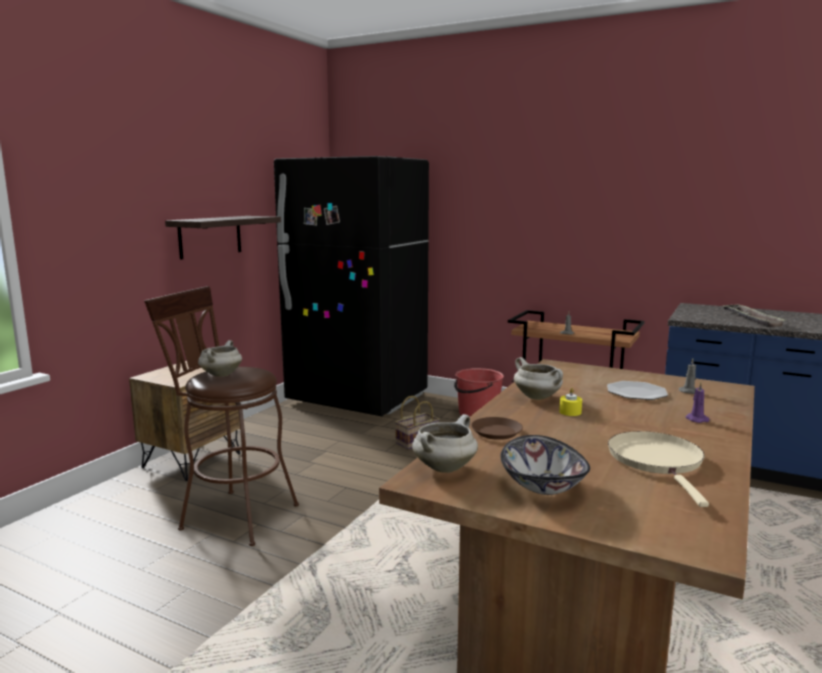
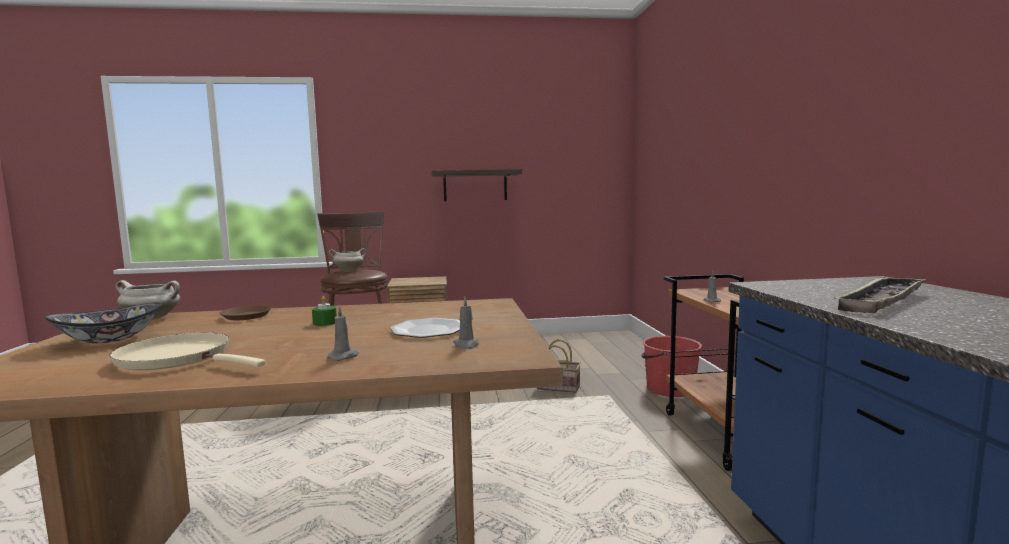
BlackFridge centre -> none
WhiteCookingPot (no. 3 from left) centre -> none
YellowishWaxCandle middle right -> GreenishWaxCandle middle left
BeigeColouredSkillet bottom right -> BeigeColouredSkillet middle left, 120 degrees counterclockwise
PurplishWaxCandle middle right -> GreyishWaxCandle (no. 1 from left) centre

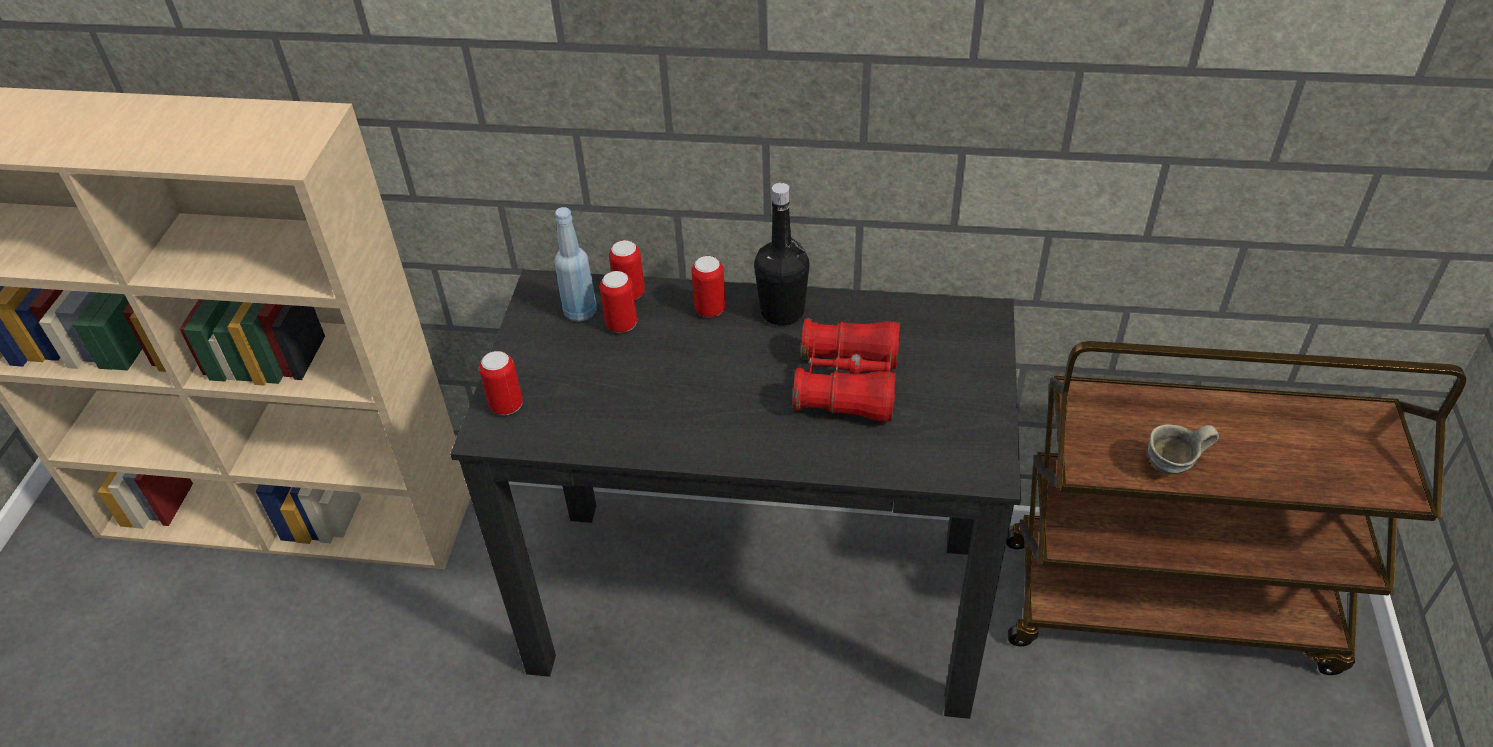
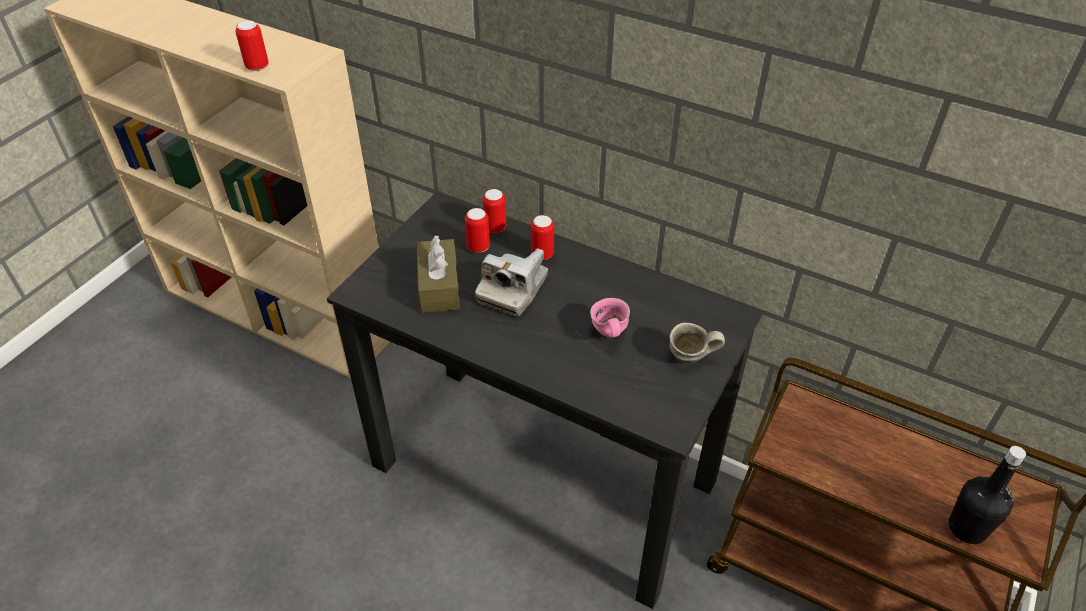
MetalCan (no. 1 from left) centre -> MetalCan (no. 1 from left) top left, relocated
BlueColouredBottle centre -> none
BlackBottle centre -> BlackBottle bottom right, relocated
ReddishBinoculars centre -> PinkColouredCoffeeMug centre
GreyishCoffeeMug middle right -> GreyishCoffeeMug centre, relocated
none -> BrownishBoxOfTissues centre
none -> StillCamera centre

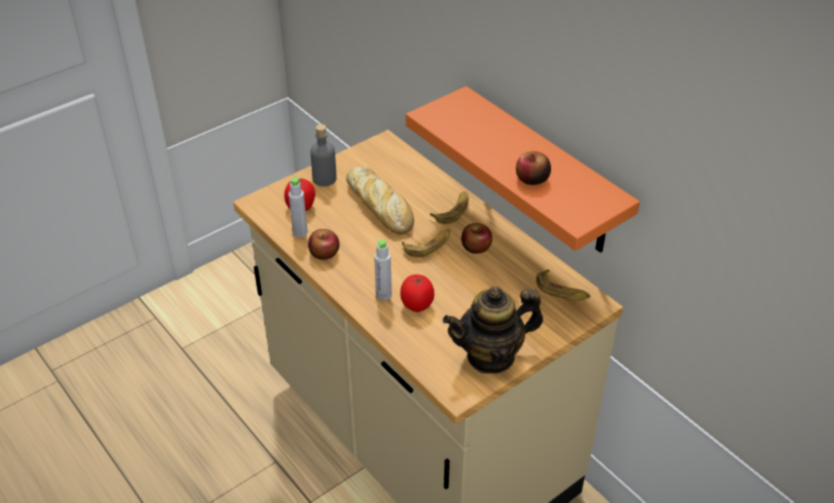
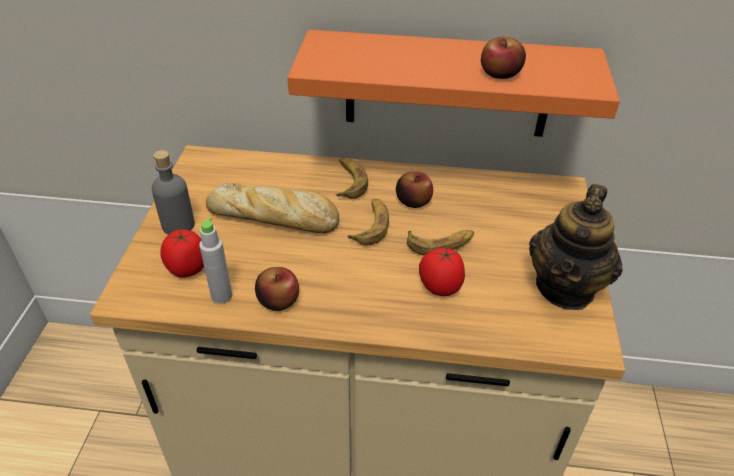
GreyishBottle (no. 3 from left) centre -> none
Banana (no. 3 from left) middle right -> Banana (no. 3 from left) centre, relocated

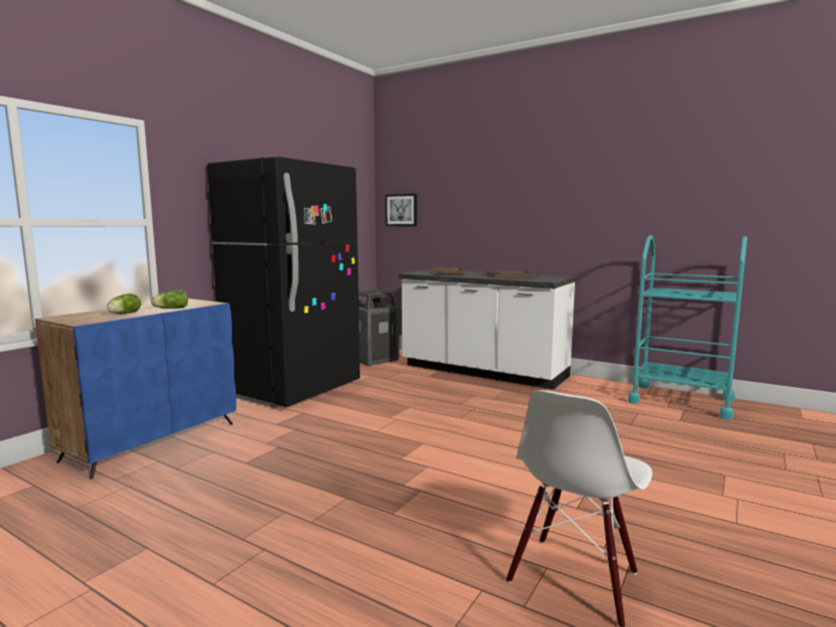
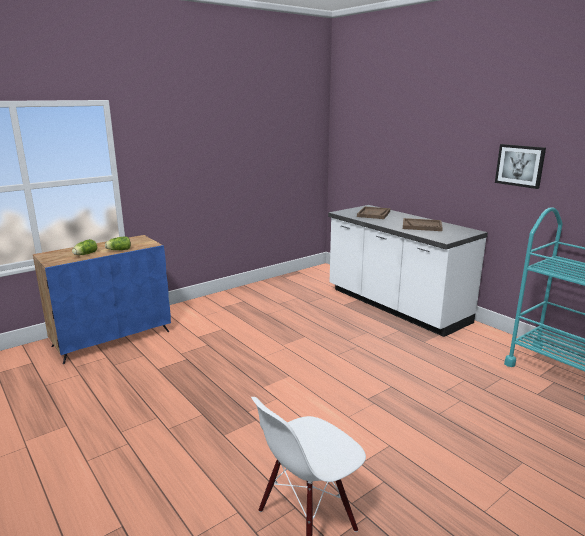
BlackFridge centre -> none
WasteBin centre -> none
Picture centre -> Picture top right, relocated

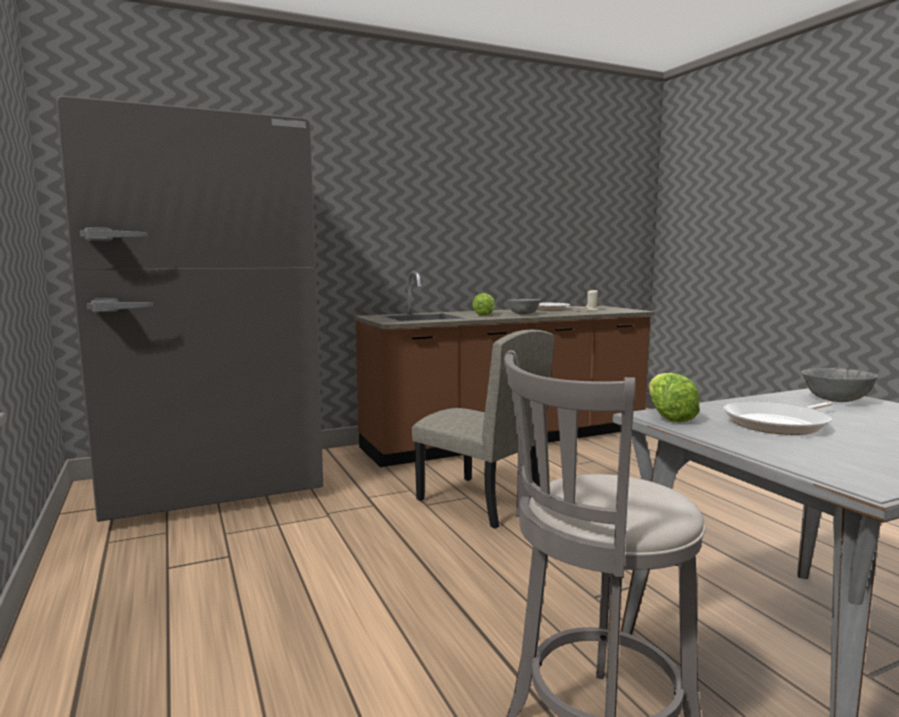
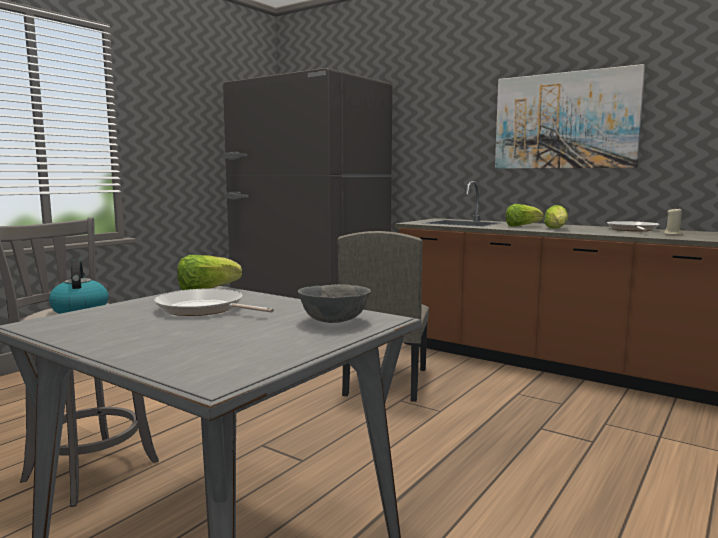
GreyishServingBowl (no. 1 from left) centre -> HeadOfLettuce (no. 3 from left) middle right
none -> Kettle middle left
none -> Picture top right

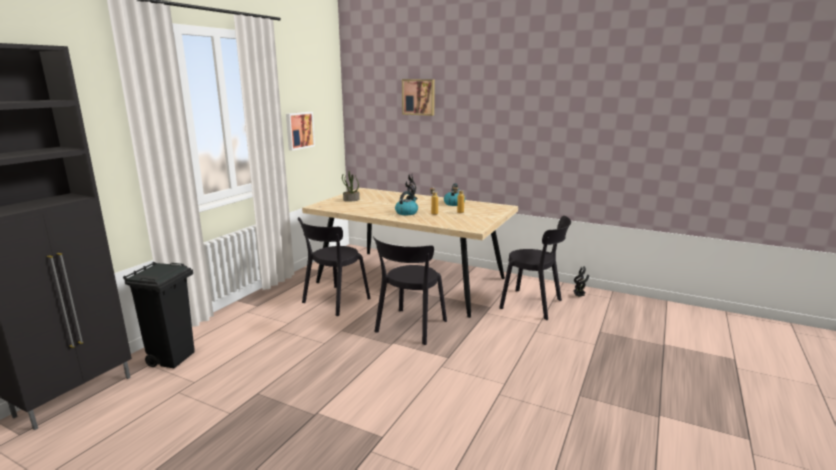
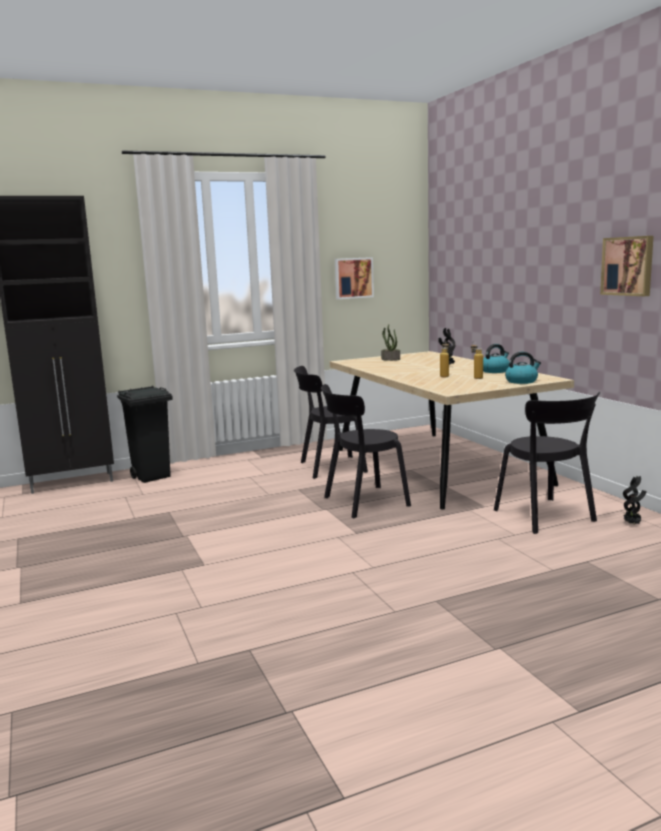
Kettle (no. 1 from left in the first image) centre -> Kettle (no. 2 from left) middle right, relocated
Picture (no. 2 from left) top centre -> Picture (no. 2 from left) top right, relocated

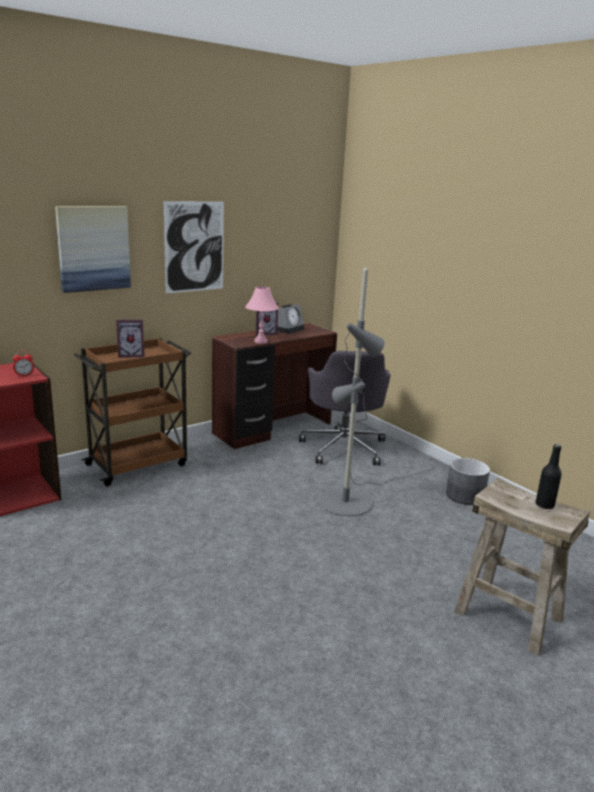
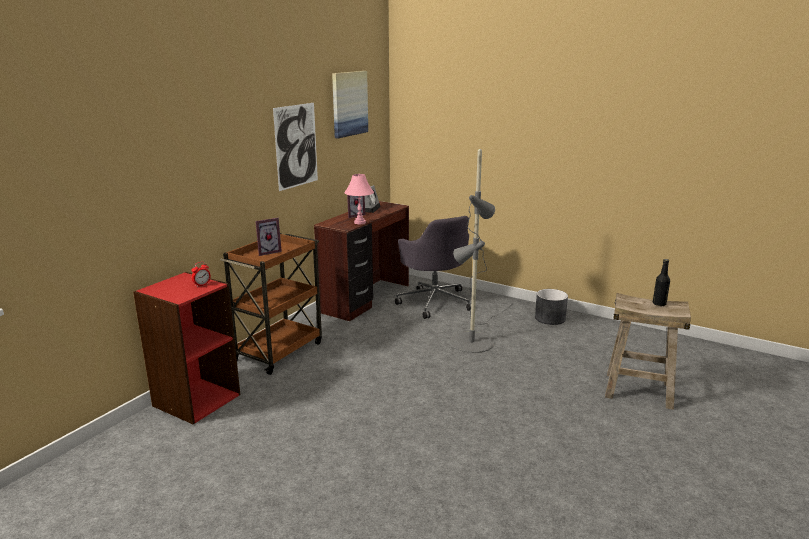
Picture (no. 1 from left in the first image) top left -> Picture (no. 2 from left) top centre, relocated

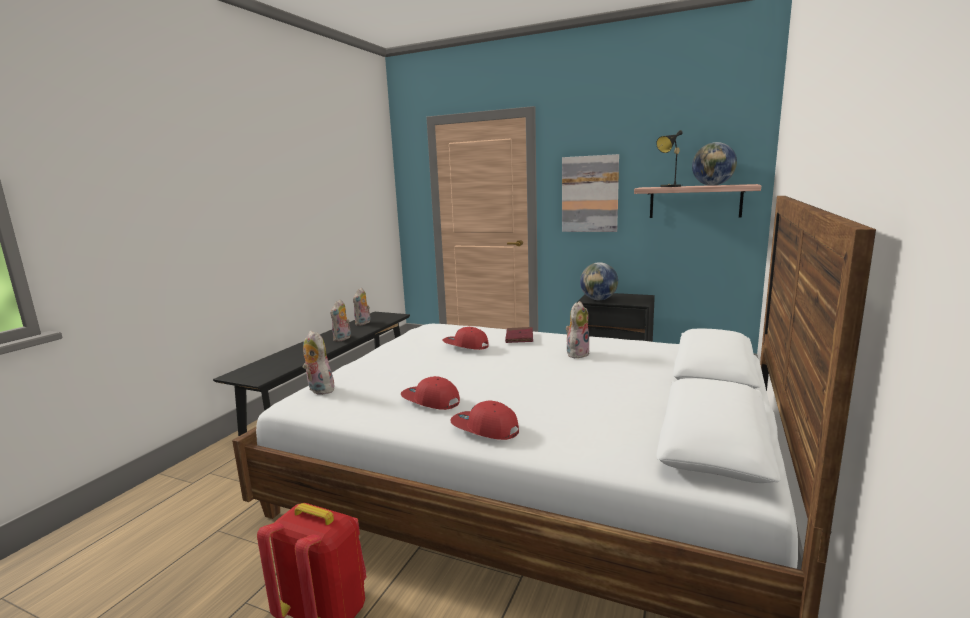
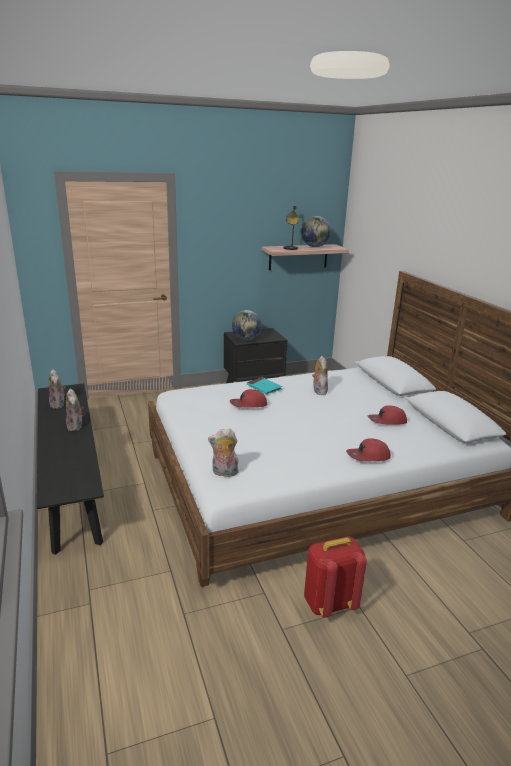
ReddishCap (no. 1 from left in the first image) centre -> ReddishCap (no. 3 from left) middle right, relocated
ReddishBook centre -> TurquoiseBook centre
Picture top centre -> none

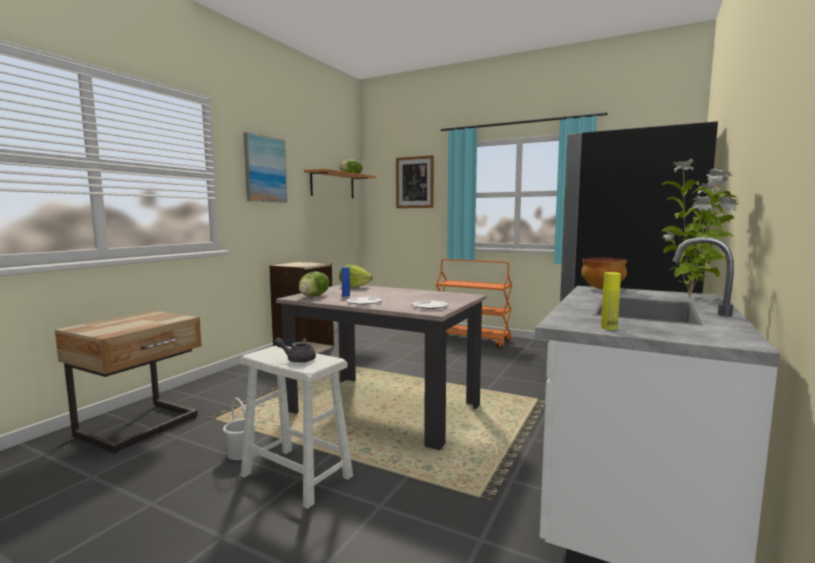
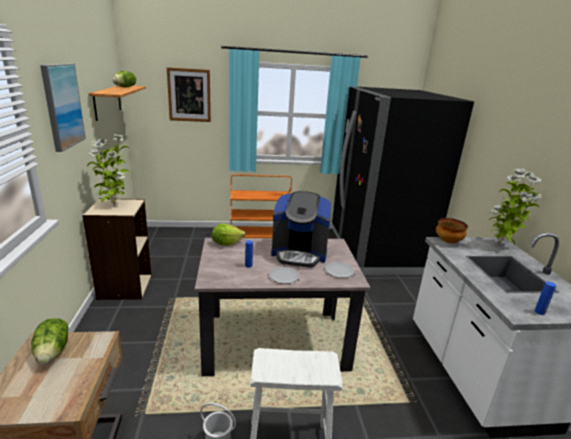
GreyishTeaPot centre -> none
HeadOfLettuce (no. 1 from left) centre -> HeadOfLettuce (no. 1 from left) bottom left, relocated
YellowishBottle middle right -> BlueColouredBottle (no. 2 from left) bottom right
none -> PottedPlant (no. 1 from left) middle left
none -> CoffeeMachine centre

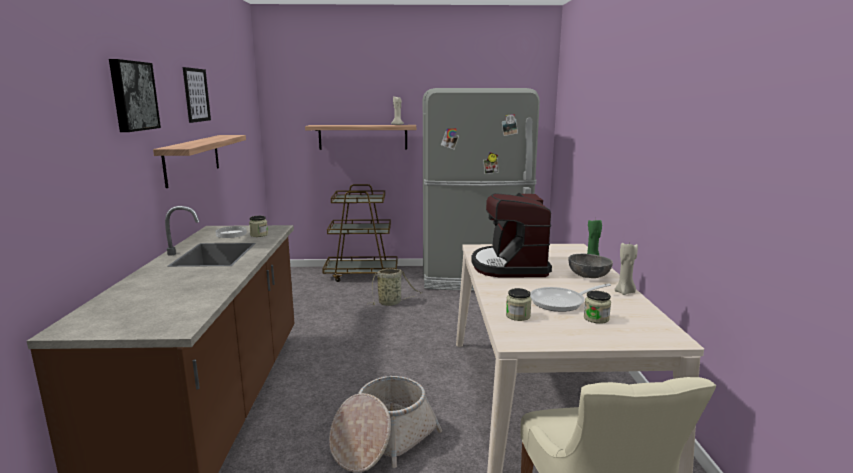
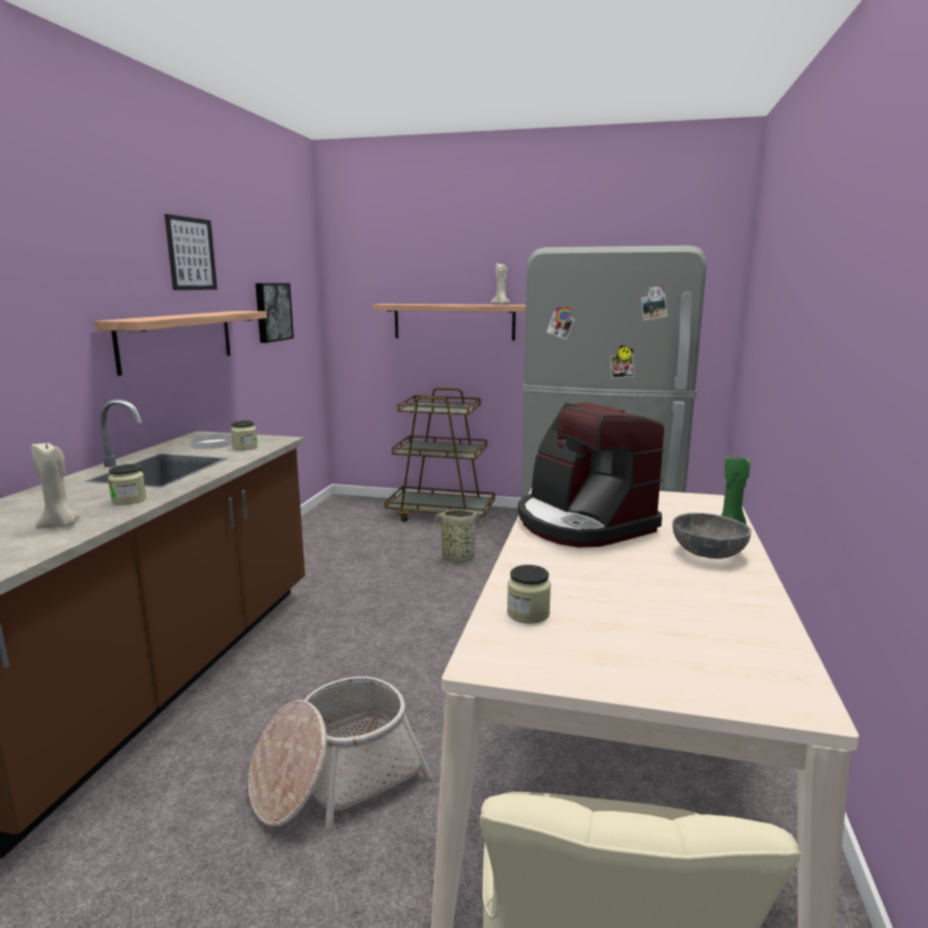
Picture (no. 1 from left in the first image) top left -> Picture (no. 2 from left) middle left, relocated
CoffeeMachine centre, 45 degrees counterclockwise
Skillet middle right -> none
StorageJar (no. 3 from left in the first image) middle right -> StorageJar (no. 1 from left) middle left, relocated
BeigeColouredWaxCandle (no. 2 from left in the first image) middle right -> BeigeColouredWaxCandle (no. 1 from left) middle left, relocated

